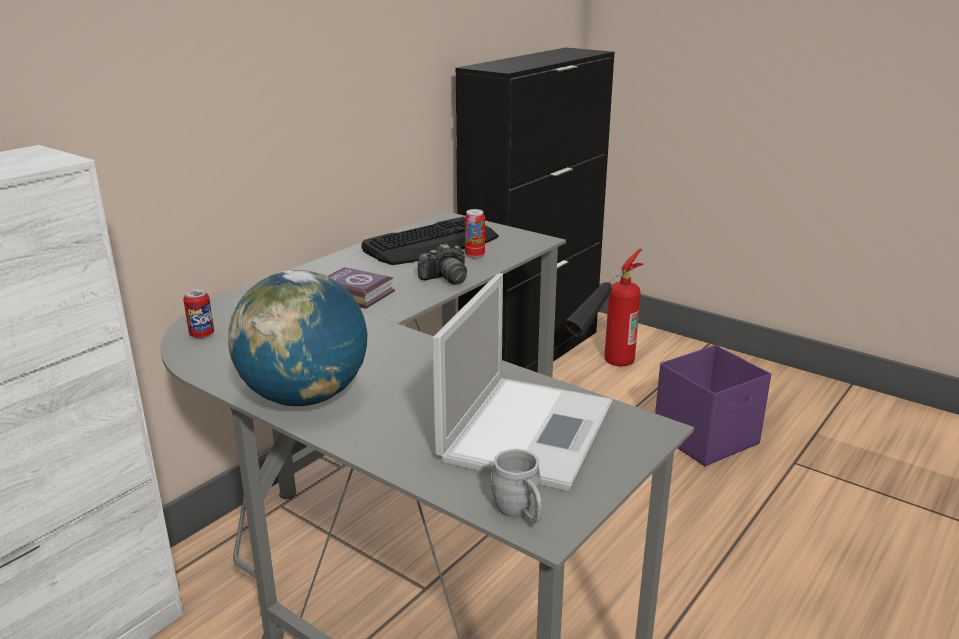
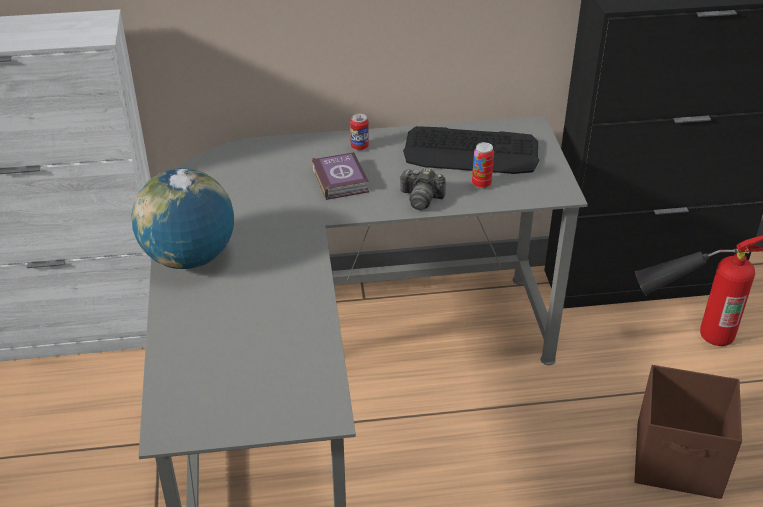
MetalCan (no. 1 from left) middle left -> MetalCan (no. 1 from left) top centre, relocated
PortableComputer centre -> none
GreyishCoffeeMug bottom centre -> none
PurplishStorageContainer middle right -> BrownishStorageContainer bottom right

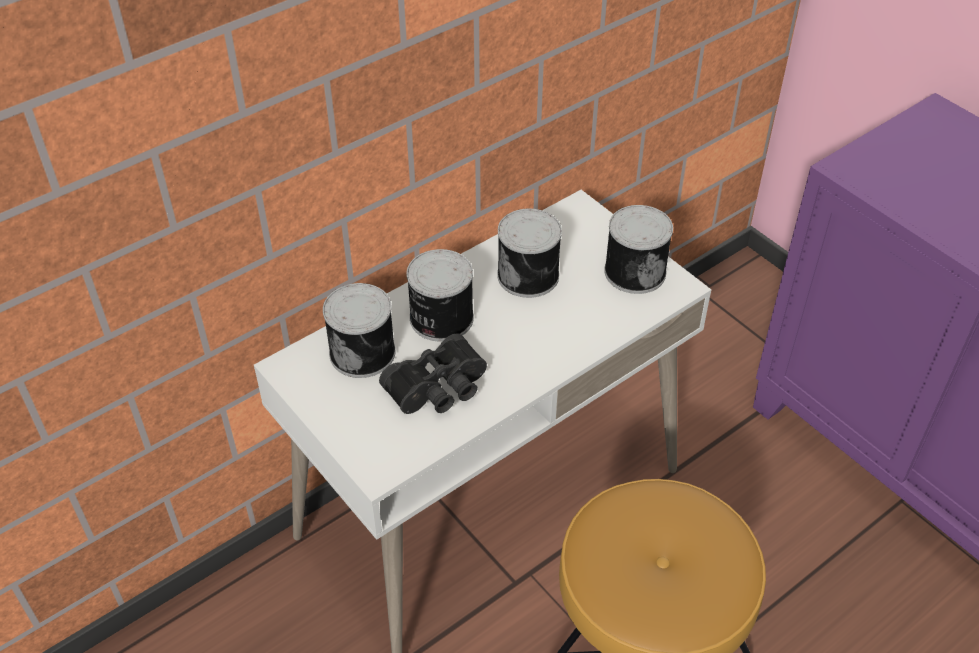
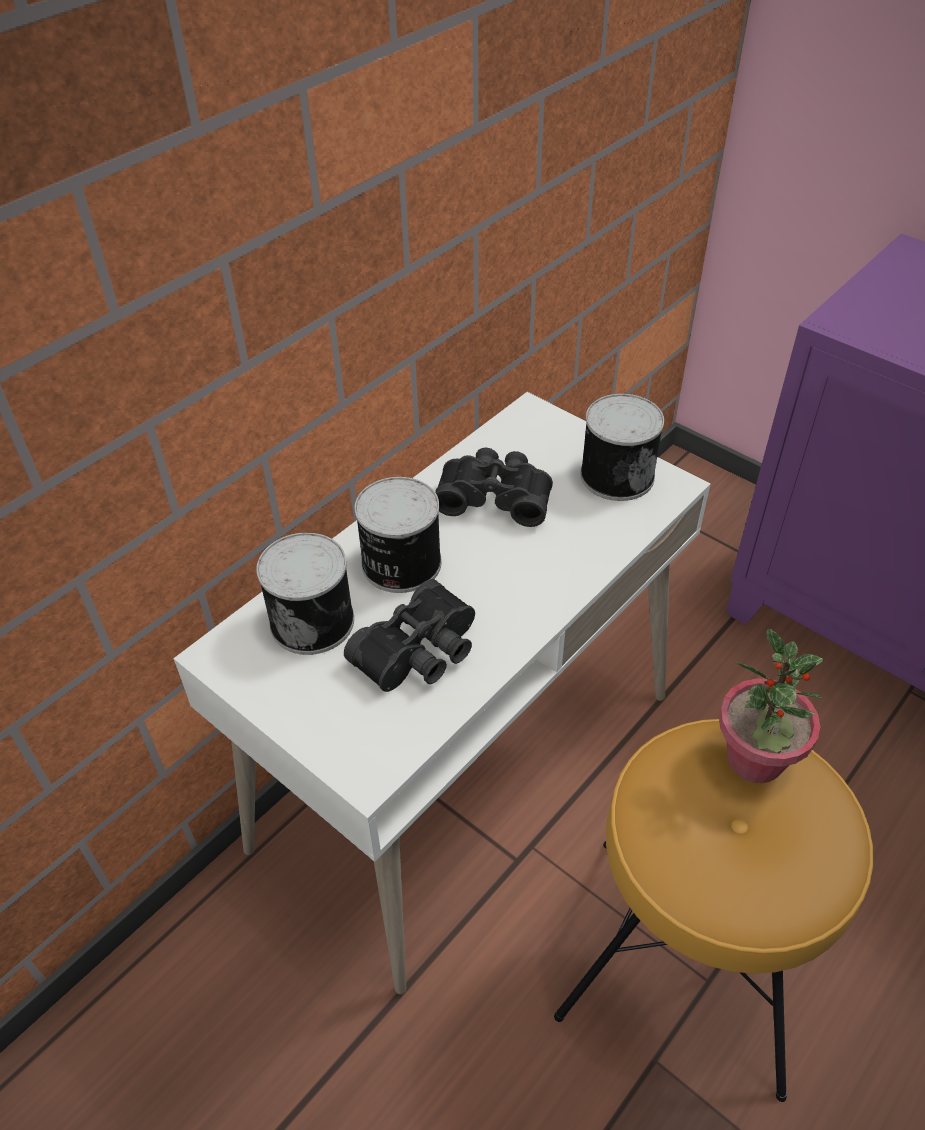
MetalCan (no. 3 from left) centre -> BlackBinoculars (no. 2 from left) centre
none -> PottedPlant middle right

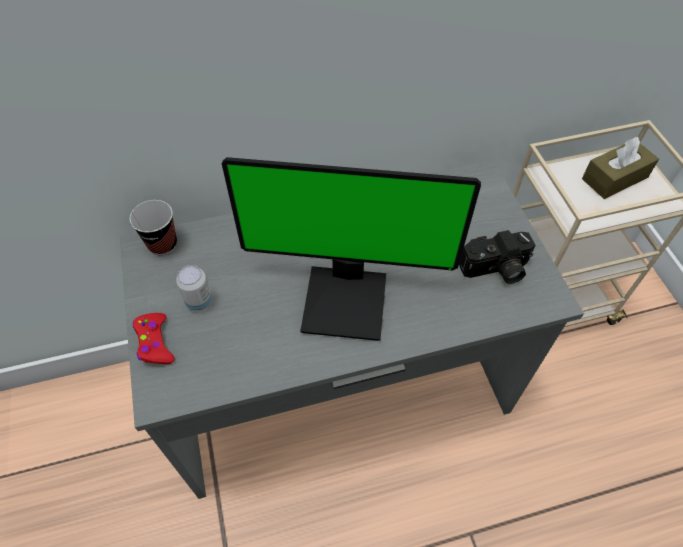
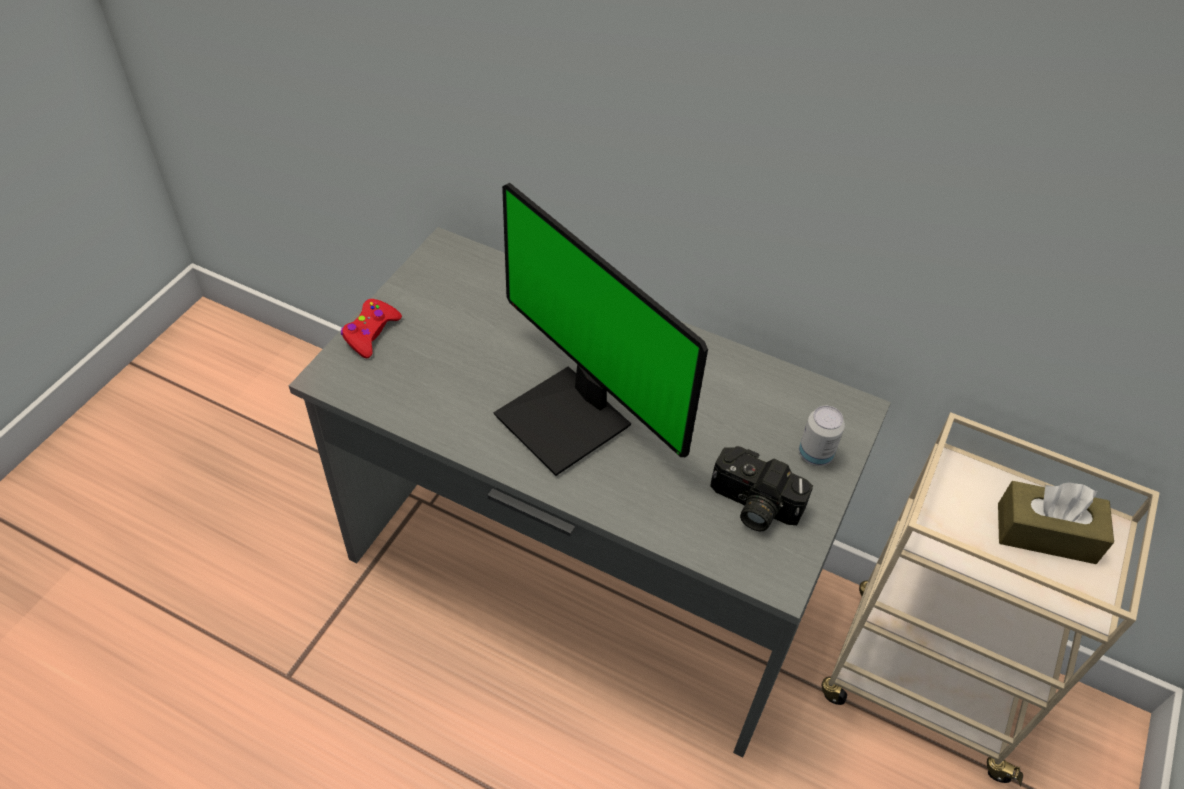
Cup middle left -> none
MetalCan middle left -> MetalCan middle right, relocated

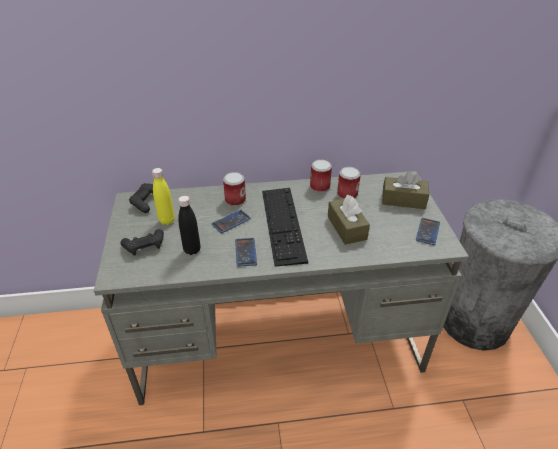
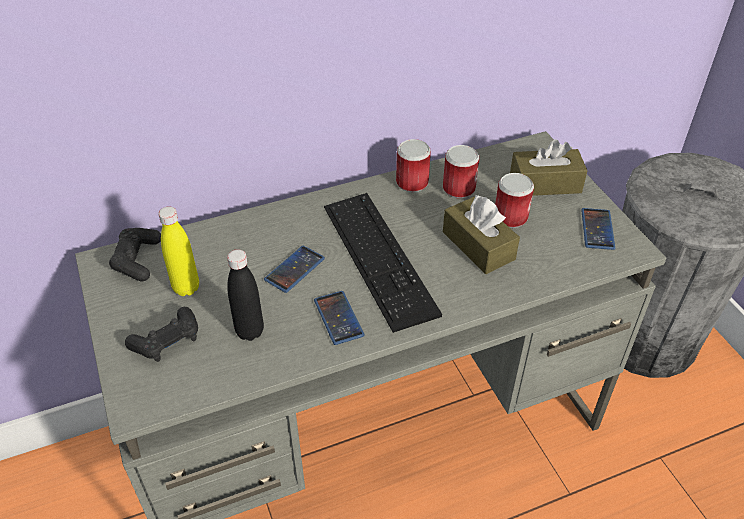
MetalCan (no. 1 from left in the first image) centre -> MetalCan (no. 3 from left) middle right, relocated

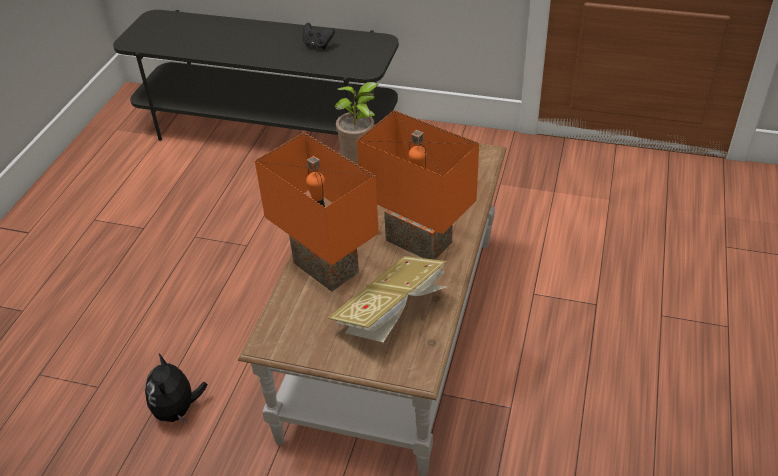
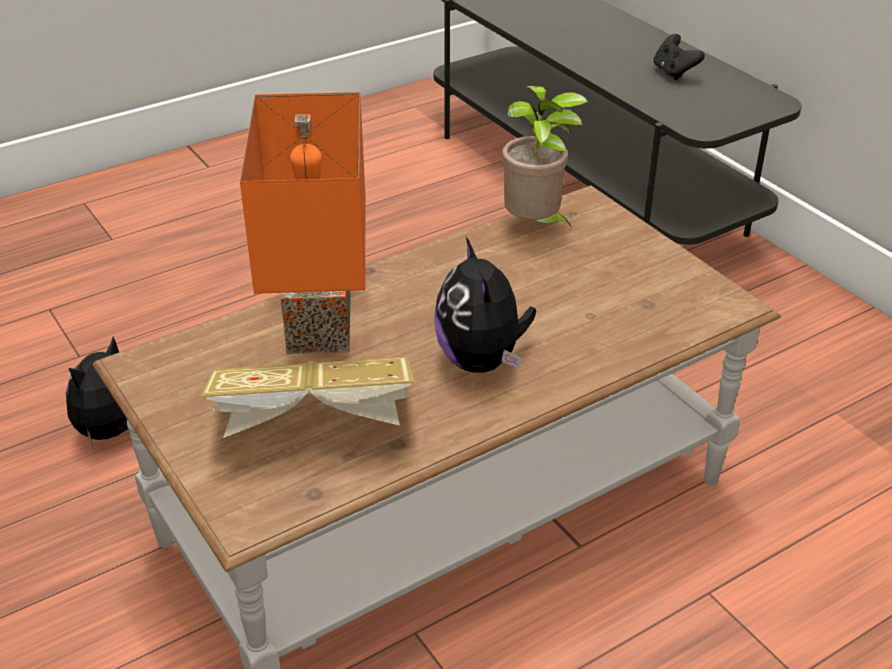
OrangeyTabletopLamp (no. 2 from left) centre -> SoftToy (no. 2 from left) centre

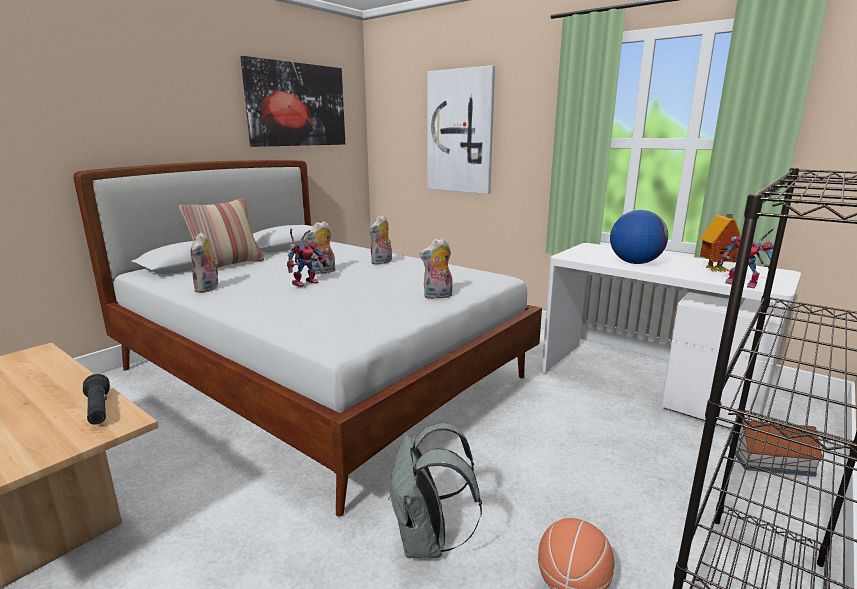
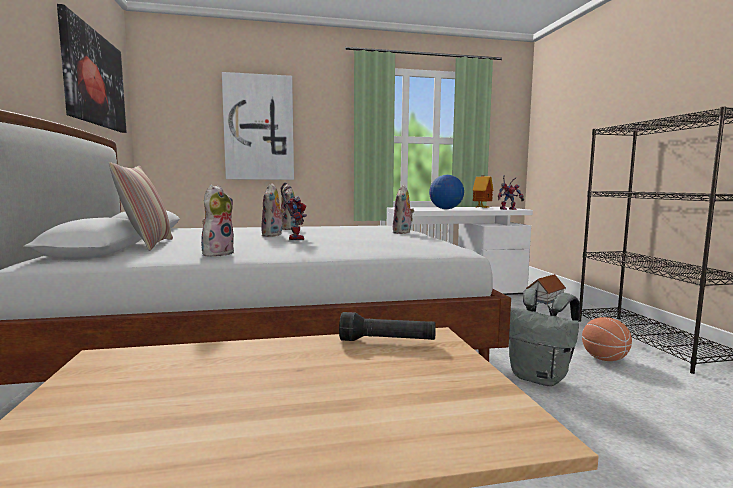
SoftToy (no. 1 from left) middle left, 105 degrees counterclockwise

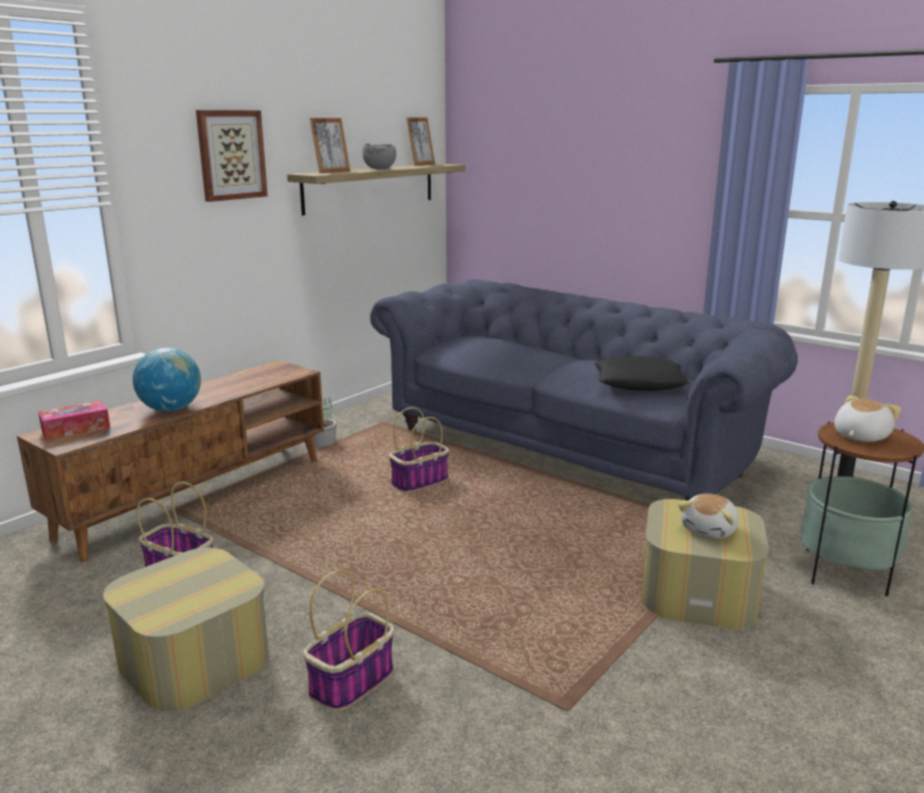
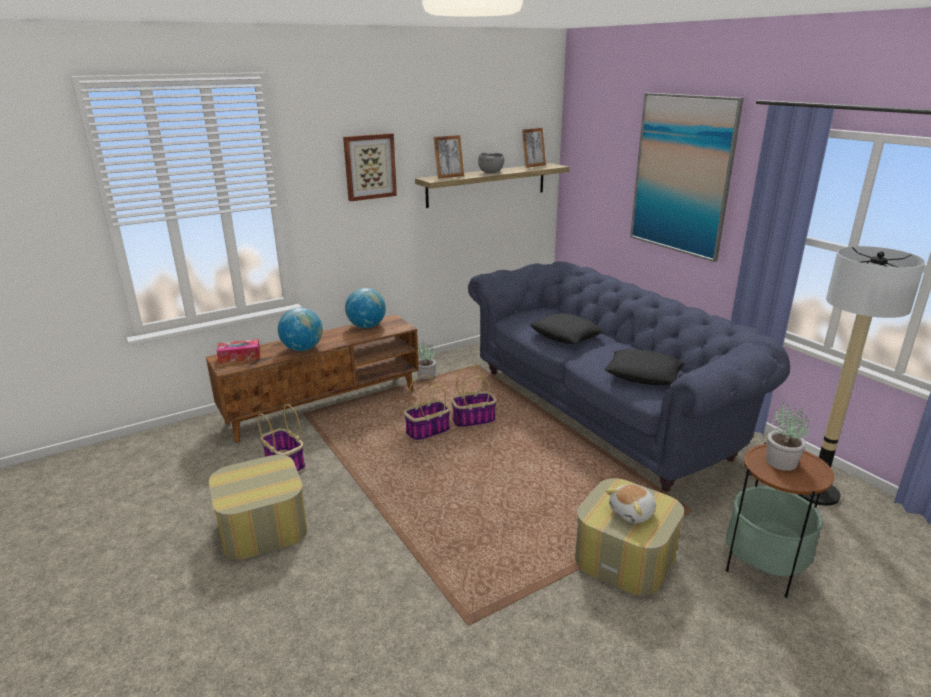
Basket (no. 2 from left) bottom centre -> Basket (no. 2 from left) centre, relocated
SoftToy (no. 2 from left) middle right -> PottedPlant (no. 2 from left) middle right
none -> Globe (no. 2 from left) centre
none -> BlackCushion (no. 1 from left) centre
none -> Picture (no. 2 from left) top right

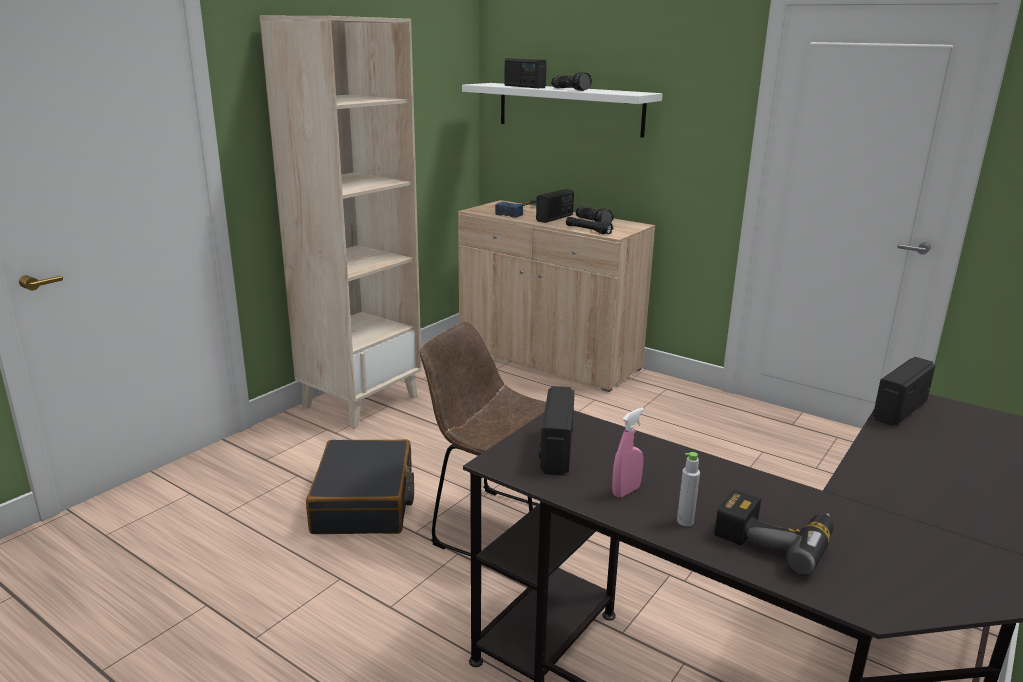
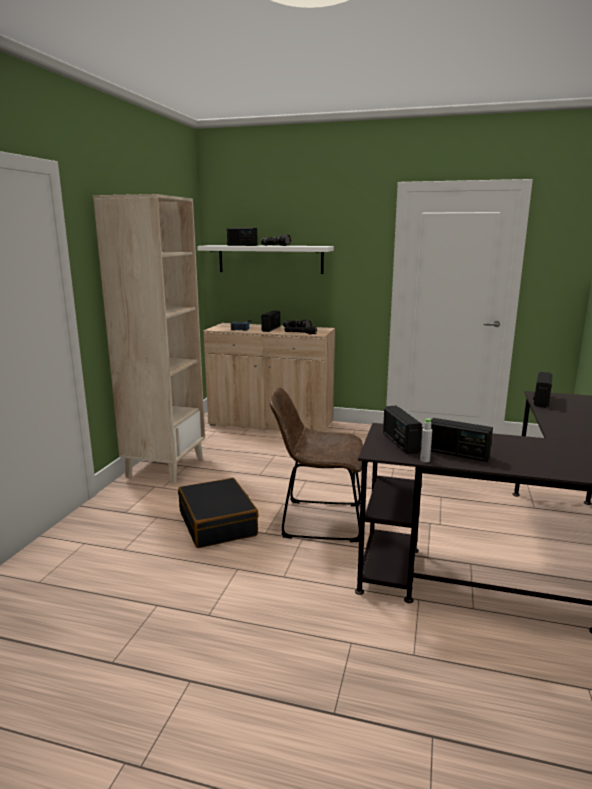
PinkColouredHandSprayer centre -> RadioReceiver (no. 4 from left) middle right
GreyishBottle bottom right -> GreyishBottle middle right, relocated
PowerDrill bottom right -> none

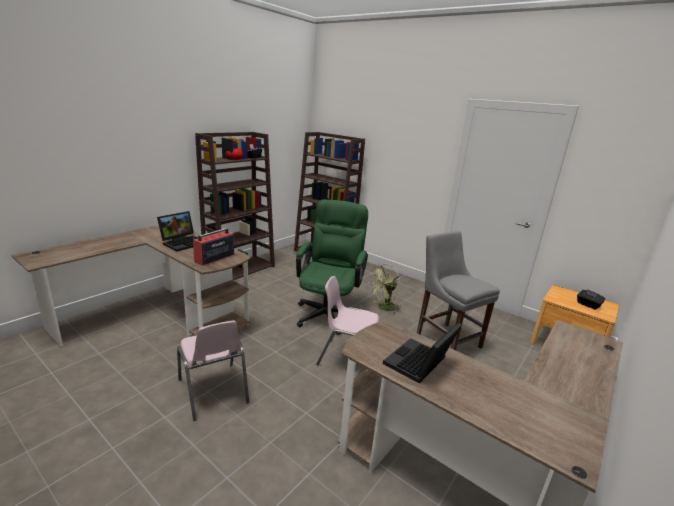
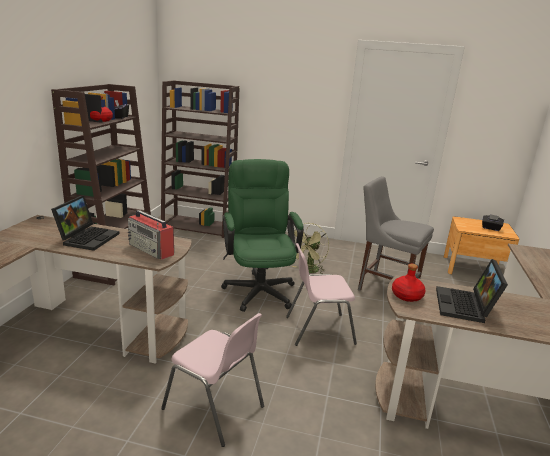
RadioReceiver middle left, 60 degrees counterclockwise
none -> ReddishBottle (no. 2 from left) middle right

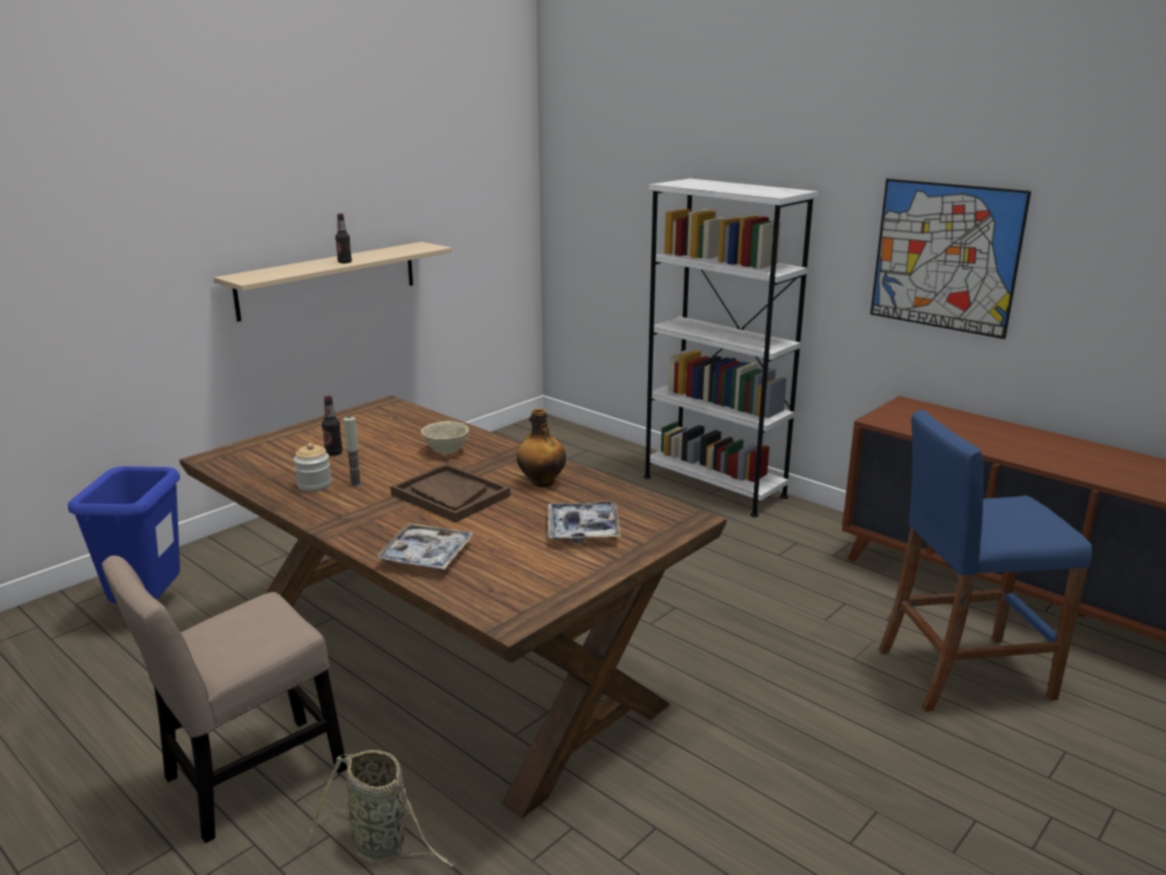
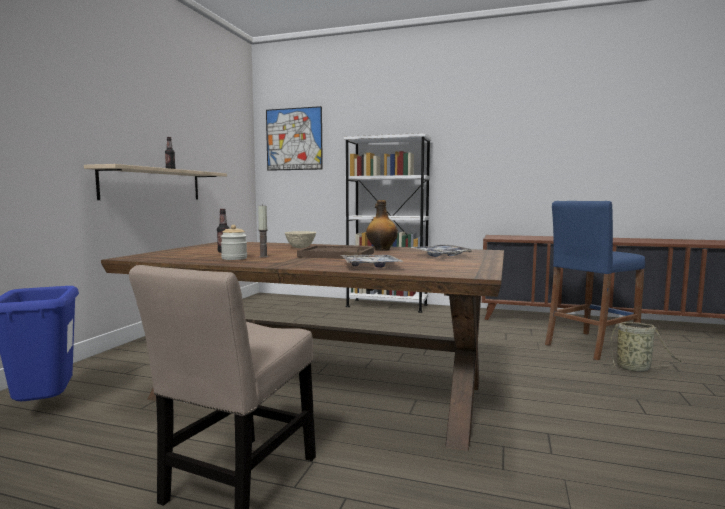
Basket bottom left -> Basket bottom right, relocated
Picture top right -> Picture top centre, relocated

